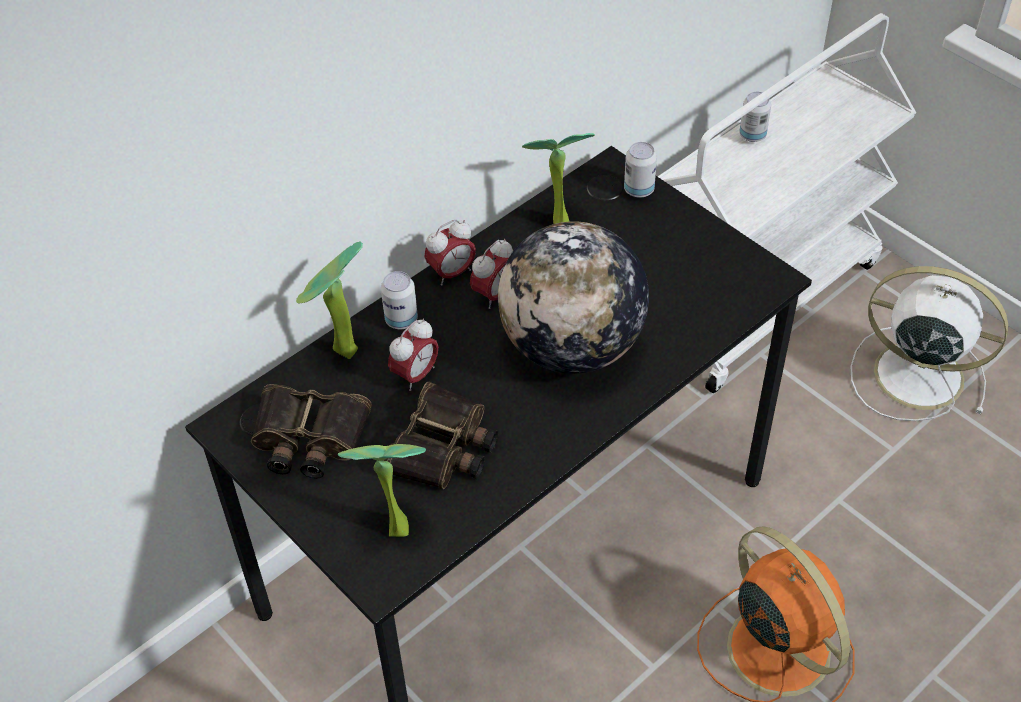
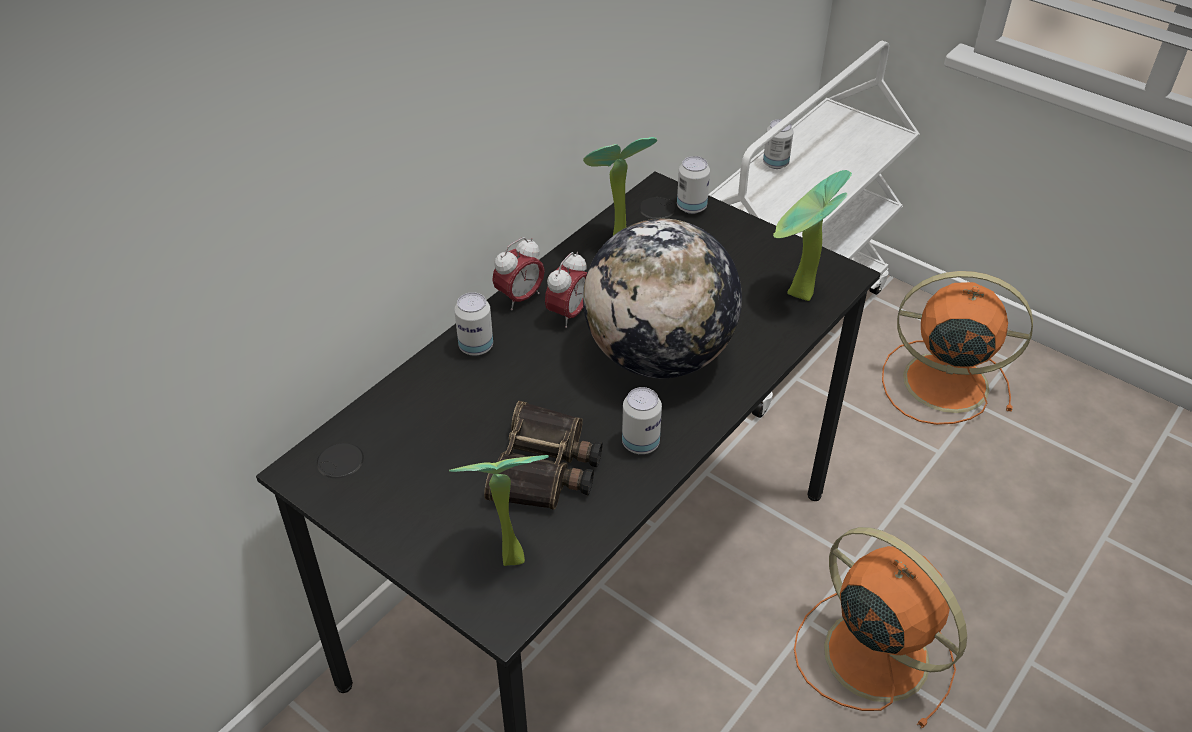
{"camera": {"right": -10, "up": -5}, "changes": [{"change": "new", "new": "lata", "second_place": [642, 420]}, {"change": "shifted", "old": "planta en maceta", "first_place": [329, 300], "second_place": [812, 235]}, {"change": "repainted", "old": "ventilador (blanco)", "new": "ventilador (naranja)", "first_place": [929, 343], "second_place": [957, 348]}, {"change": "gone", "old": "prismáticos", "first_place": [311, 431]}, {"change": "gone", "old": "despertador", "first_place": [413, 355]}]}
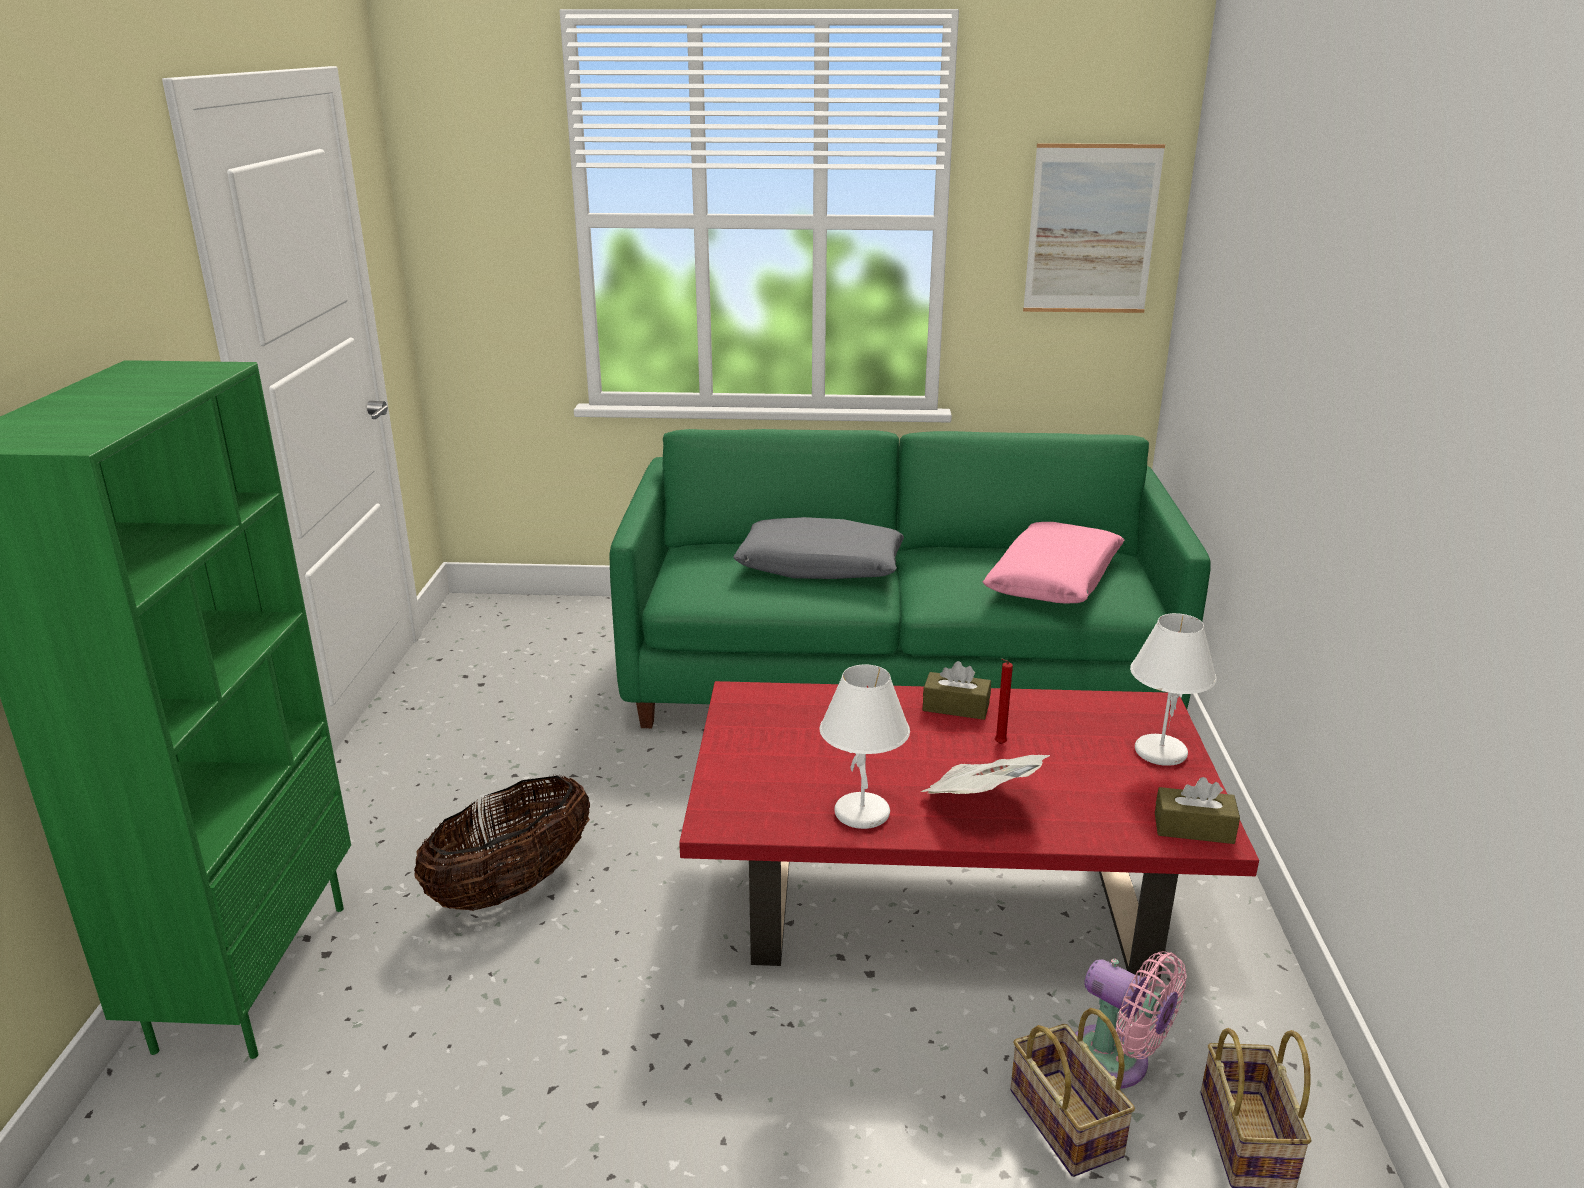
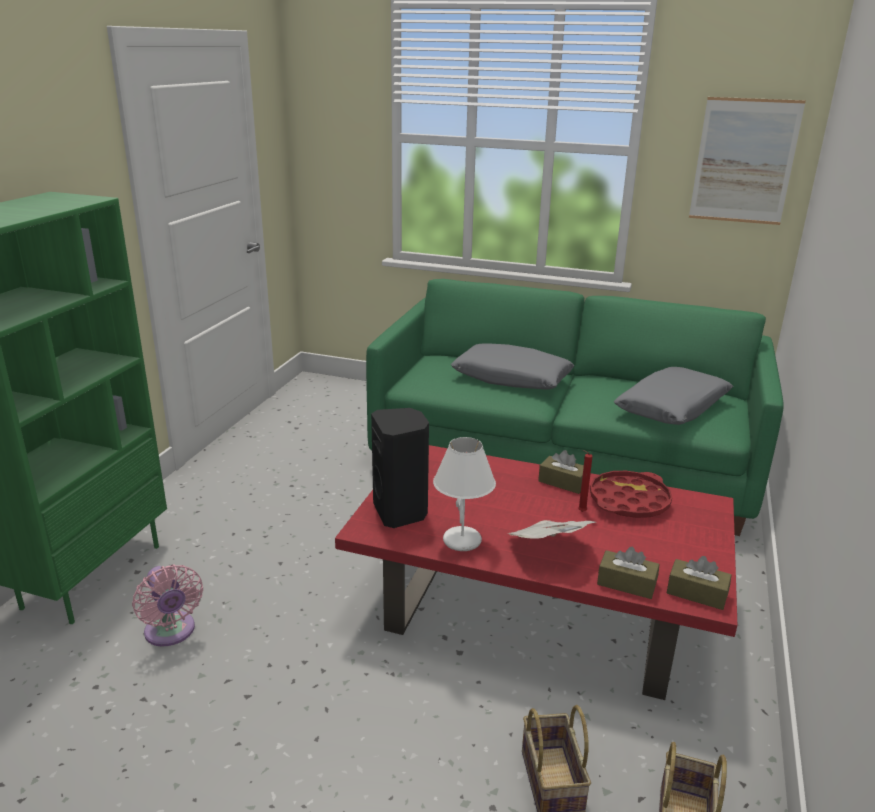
{"camera": {"right": 15, "up": 0}, "changes": [{"change": "shifted", "old": "ventilador (rosa)", "first_place": [1131, 1020], "second_place": [167, 605]}, {"change": "new", "new": "altavoz (negro)", "second_place": [400, 468]}, {"change": "new", "new": "bandeja (rojo)", "second_place": [631, 494]}, {"change": "new", "new": "caja de pañuelos (marrón)", "second_place": [628, 573]}, {"change": "repainted", "old": "cojín (rosa)", "new": "cojín (gris)", "first_place": [1053, 563], "second_place": [673, 396]}, {"change": "gone", "old": "cesta", "first_place": [502, 843]}, {"change": "gone", "old": "lámpara de mesa (blanco)", "first_place": [1173, 689]}]}
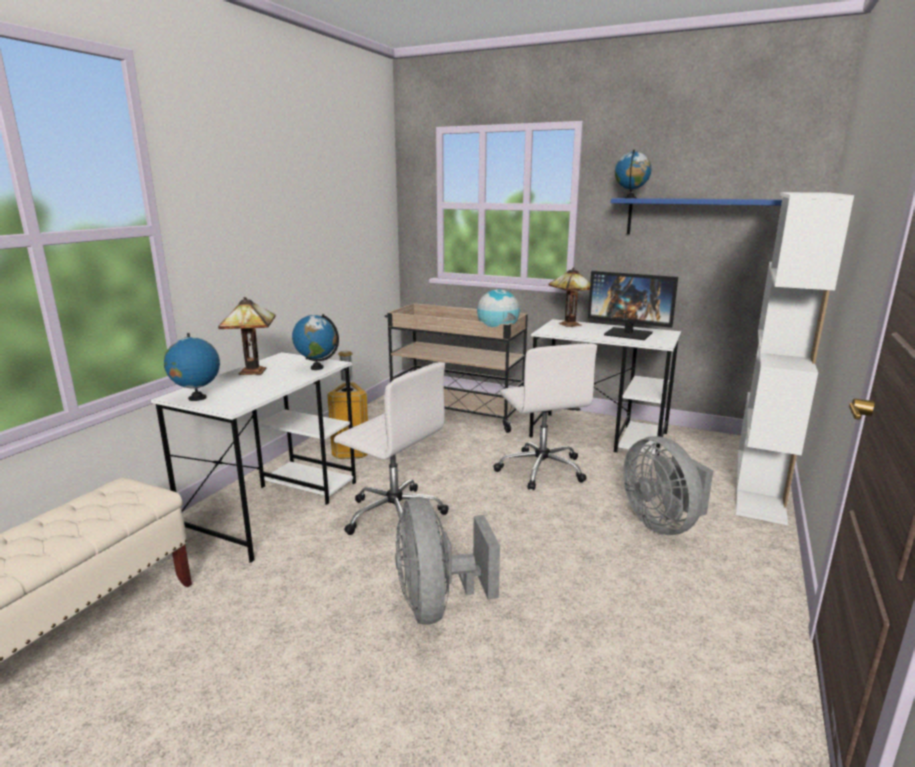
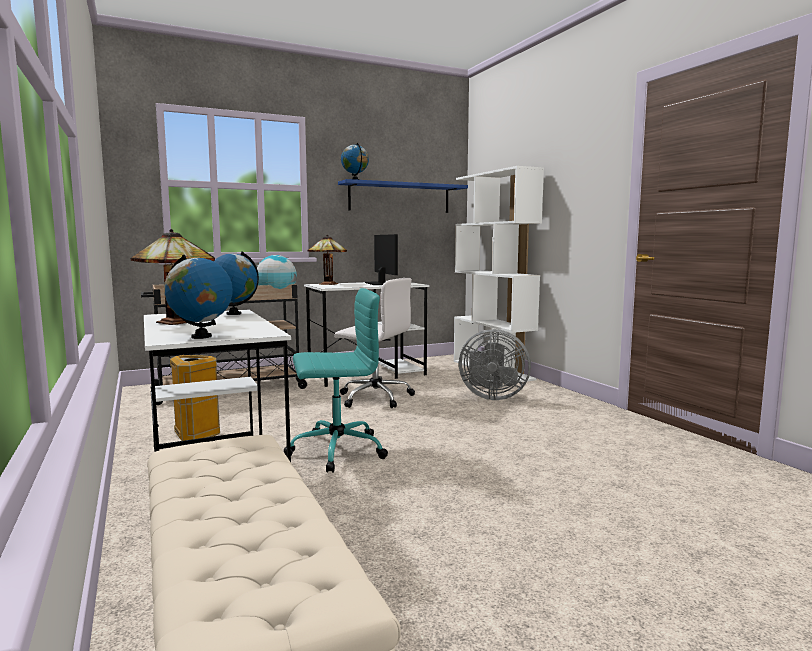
{"camera": {"right": -50, "up": -10}, "changes": [{"change": "repainted", "old": "silla de oficina (blanco)", "new": "silla de oficina (turquesa)", "first_place": [391, 449], "second_place": [336, 380]}, {"change": "rotated", "old": "monitor", "first_place": [633, 305], "second_place": [381, 259], "degrees": -90}, {"change": "gone", "old": "ventilador (gris)", "first_place": [447, 560]}]}
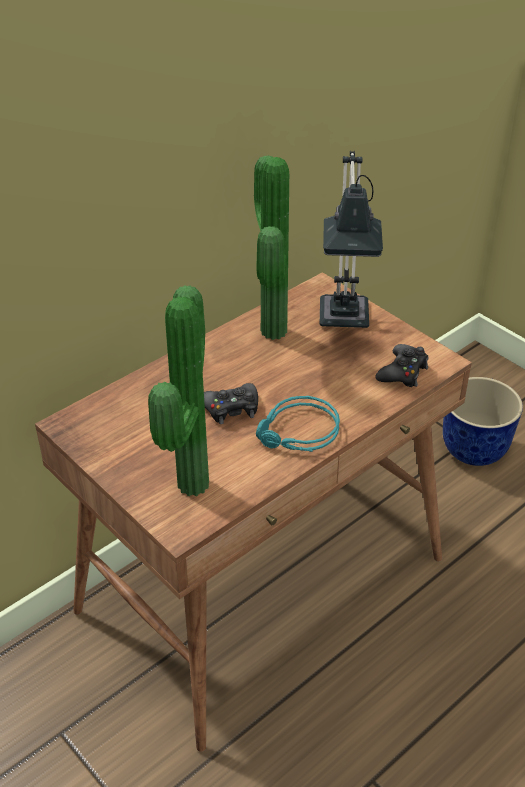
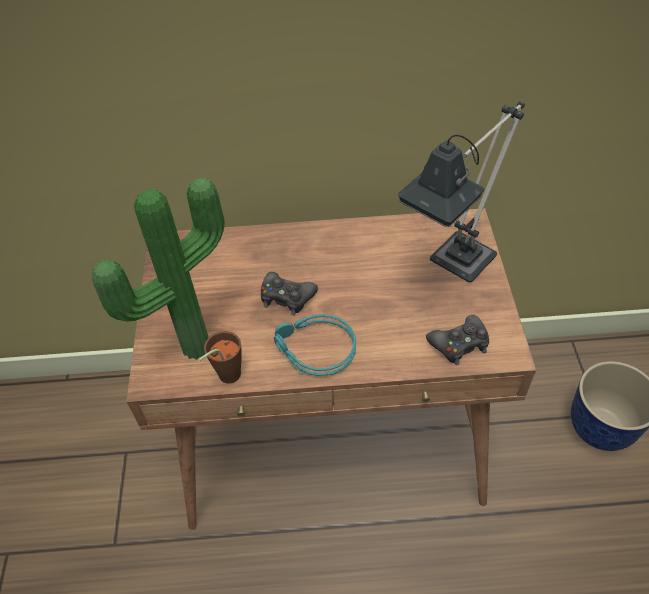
{"camera": {"right": 40, "up": 10}, "changes": [{"change": "new", "new": "taza (marrón)", "second_place": [220, 357]}, {"change": "gone", "old": "planta en maceta", "first_place": [271, 248]}]}
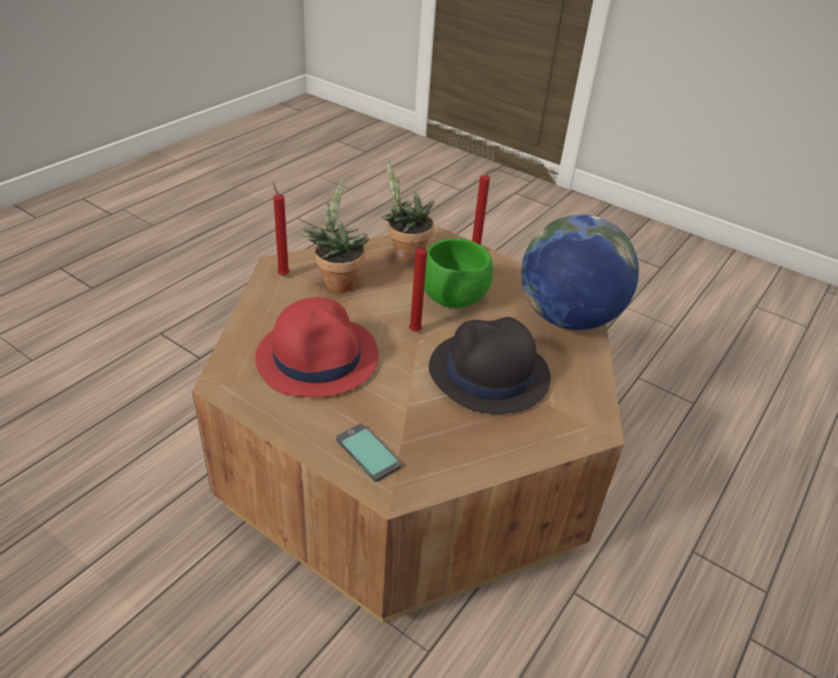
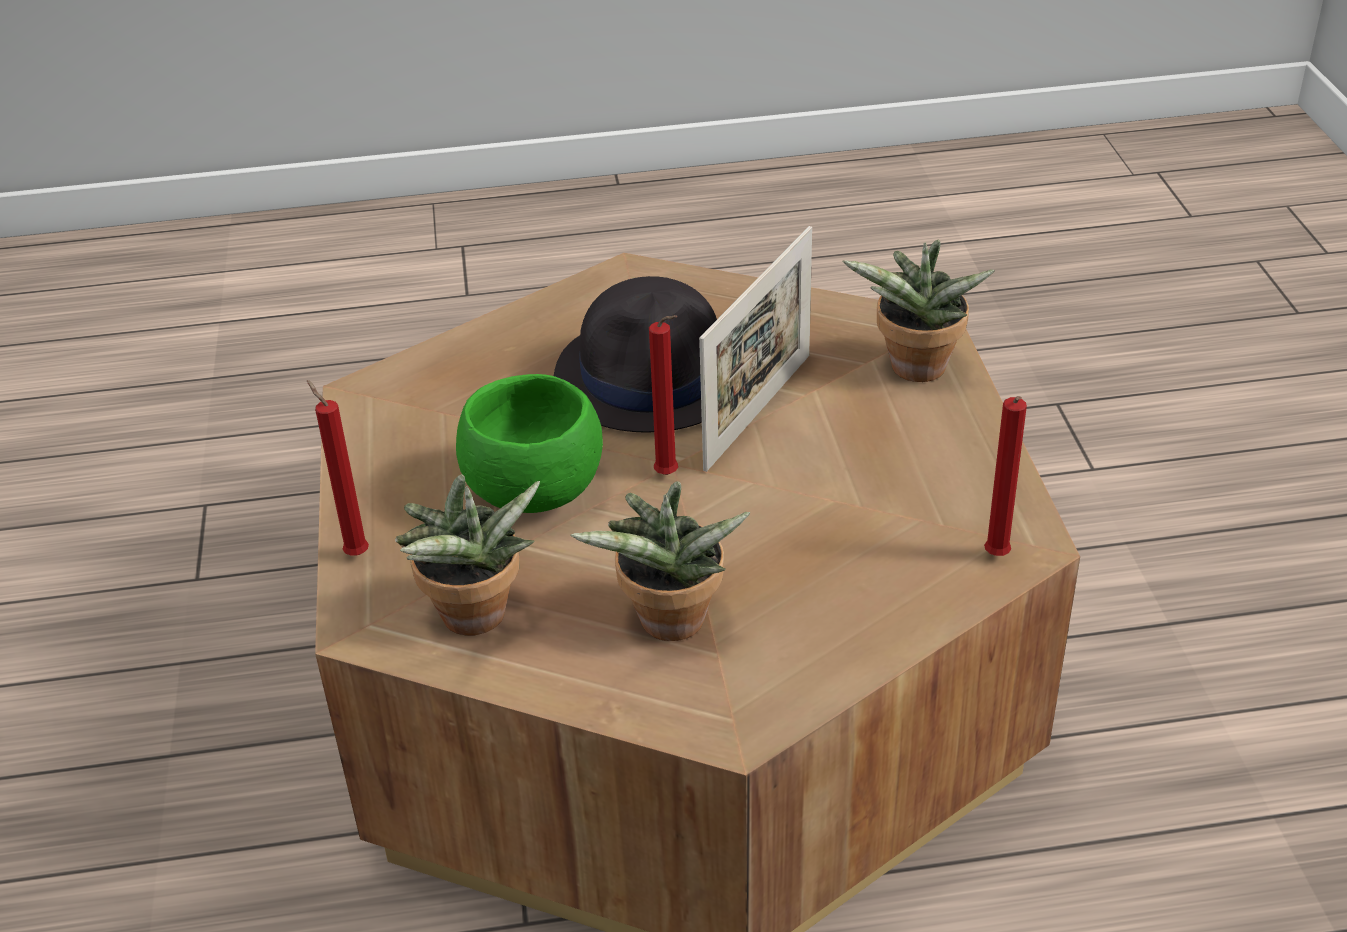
{"camera": {"right": -130, "up": 0}, "changes": [{"change": "new", "new": "portarretratos", "second_place": [755, 349]}, {"change": "swapped", "old": "móvil", "new": "planta en maceta", "first_place": [368, 453], "second_place": [918, 310]}, {"change": "shifted", "old": "vela (rojo)", "first_place": [281, 229], "second_place": [1005, 476]}, {"change": "gone", "old": "sombrero (rojo)", "first_place": [317, 347]}, {"change": "gone", "old": "globo terráqueo", "first_place": [580, 272]}]}
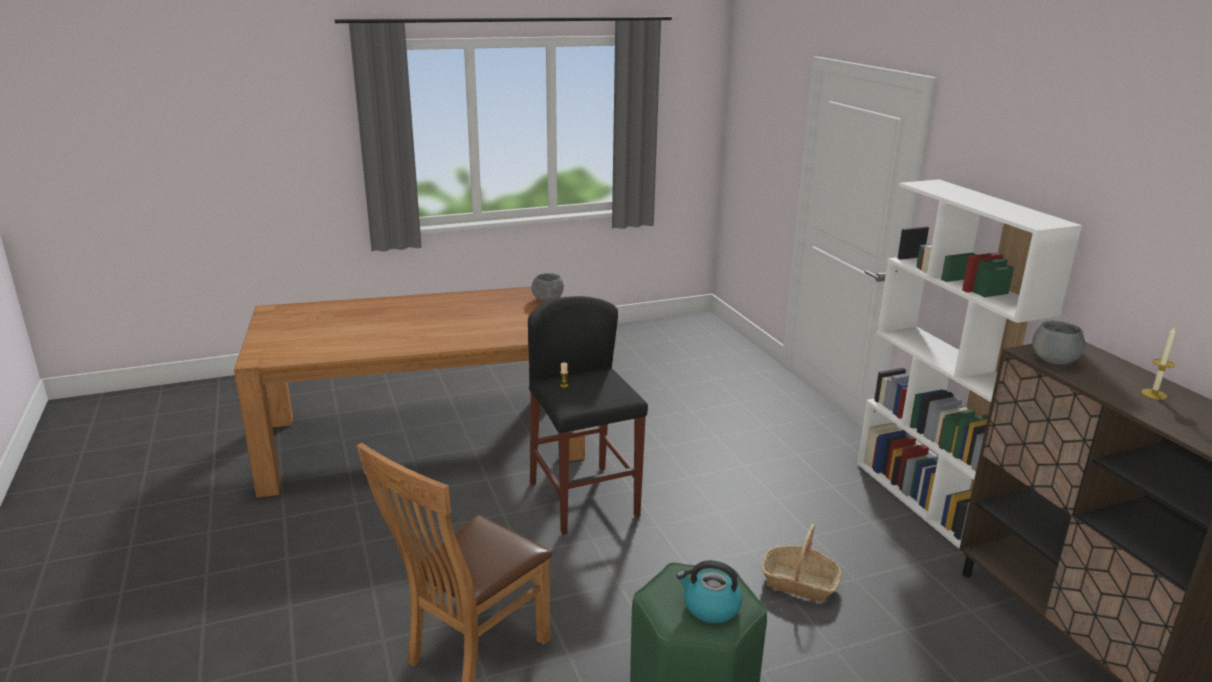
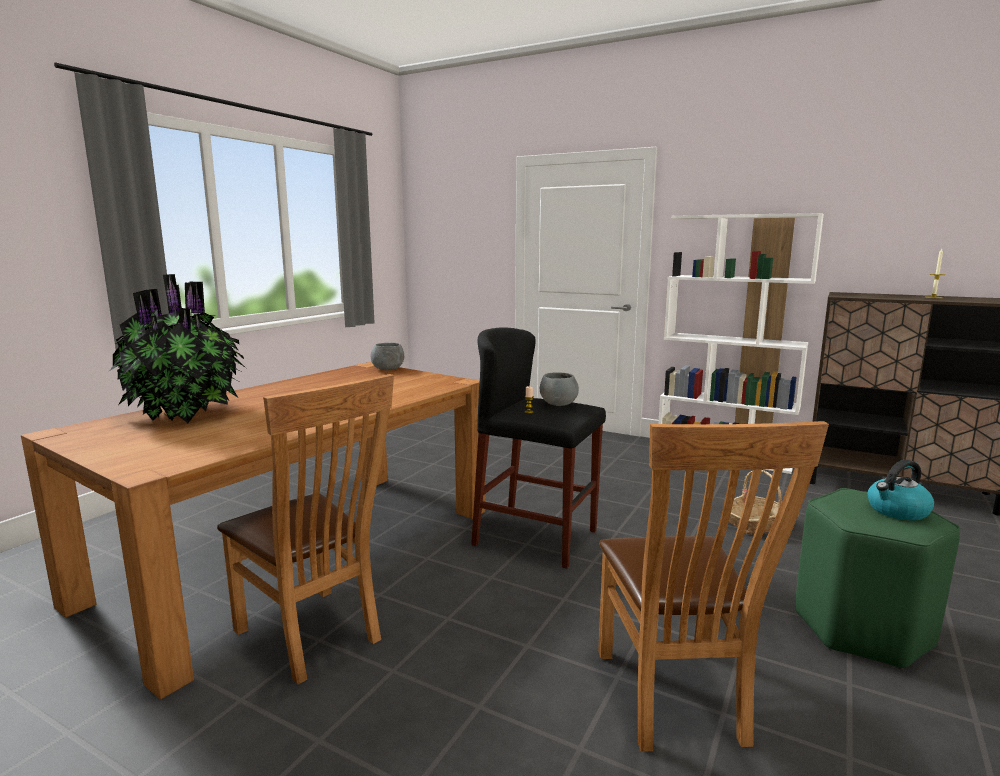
{"camera": {"right": -40, "up": -10}, "changes": [{"change": "new", "new": "planta en maceta", "second_place": [177, 348]}, {"change": "new", "new": "silla (marrón)", "second_place": [305, 529]}, {"change": "shifted", "old": "cuenco (gris)", "first_place": [1058, 343], "second_place": [559, 389]}]}
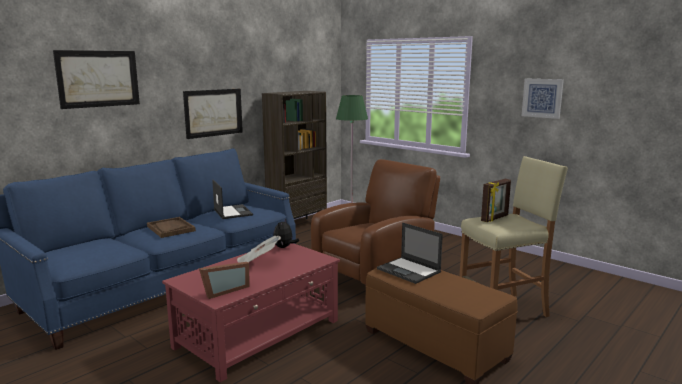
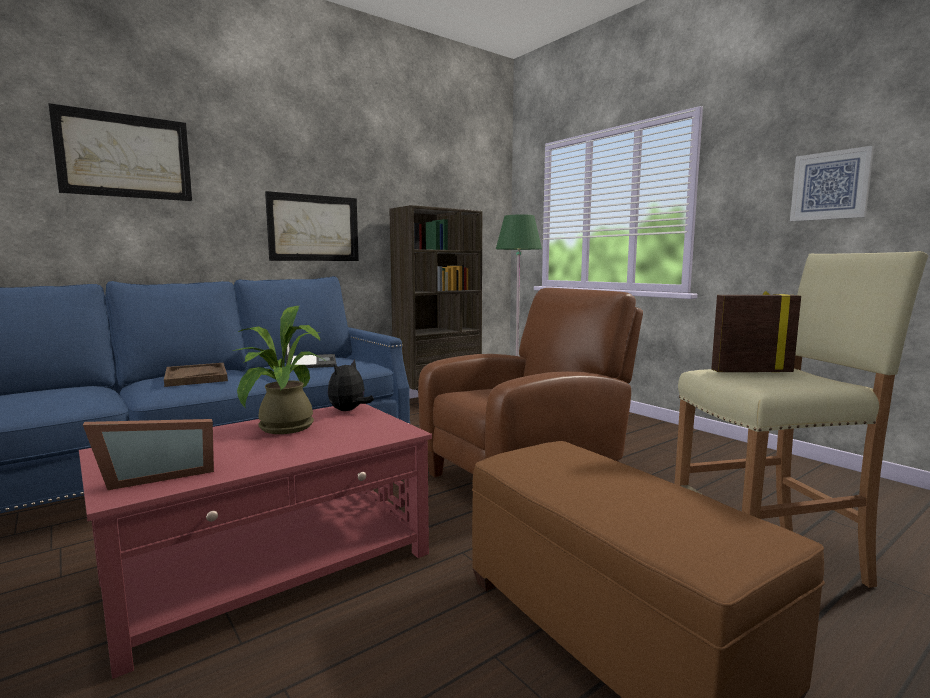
{"camera": {"right": 10, "up": -5}, "changes": [{"change": "swapped", "old": "periódico", "new": "planta en maceta", "first_place": [259, 249], "second_place": [279, 370]}, {"change": "rotated", "old": "portarretratos", "first_place": [496, 200], "second_place": [756, 331], "degrees": -150}, {"change": "gone", "old": "portátil", "first_place": [410, 253]}]}
